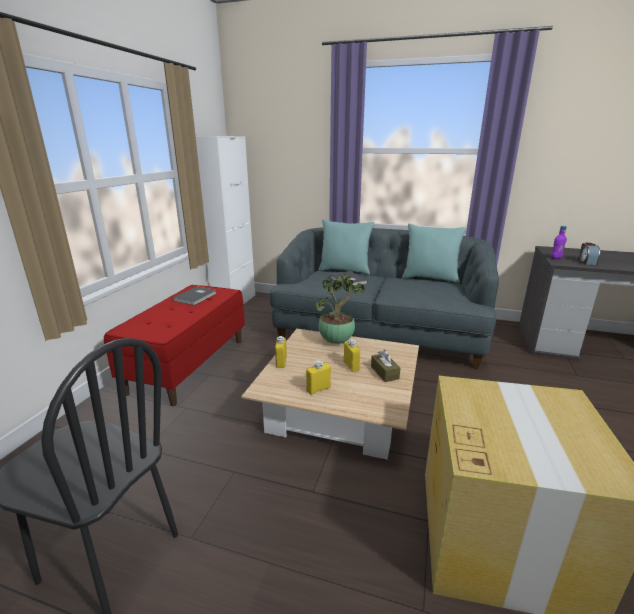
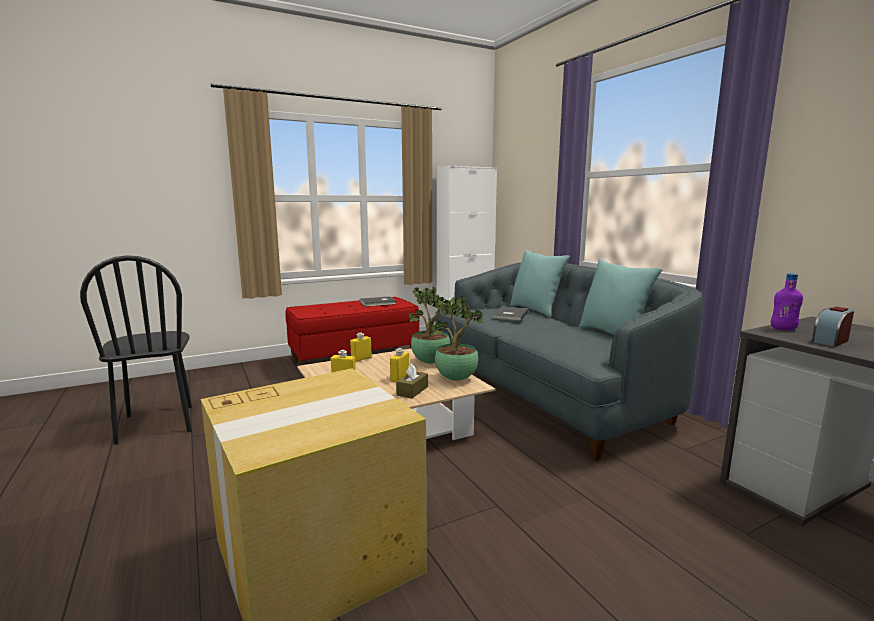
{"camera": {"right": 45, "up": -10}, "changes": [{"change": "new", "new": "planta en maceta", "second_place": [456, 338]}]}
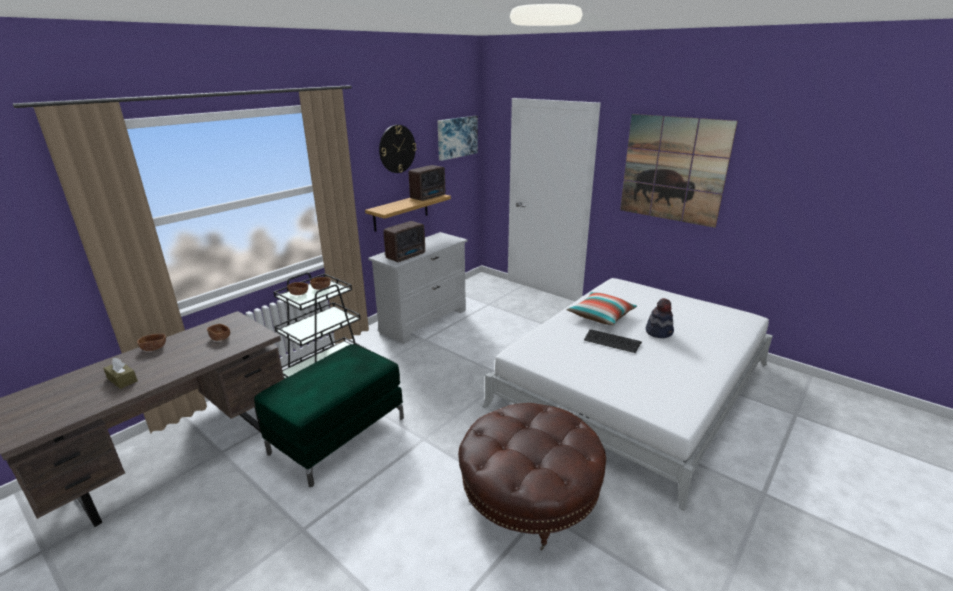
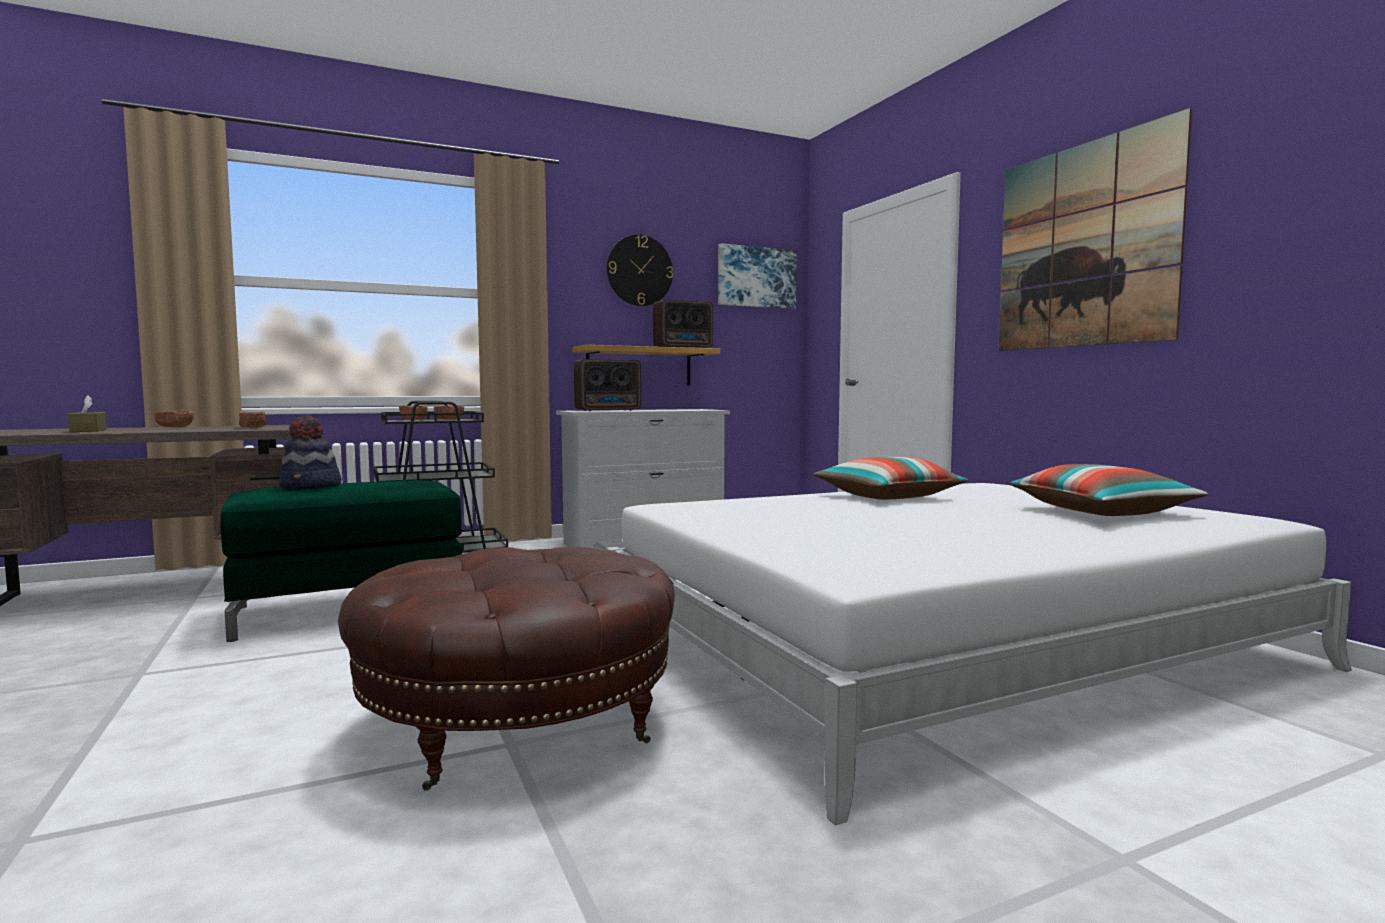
{"camera": {"right": 25, "up": -20}, "changes": [{"change": "shifted", "old": "sombrero", "first_place": [660, 318], "second_place": [310, 453]}, {"change": "new", "new": "cojín", "second_place": [1108, 490]}, {"change": "gone", "old": "teclado", "first_place": [613, 341]}]}
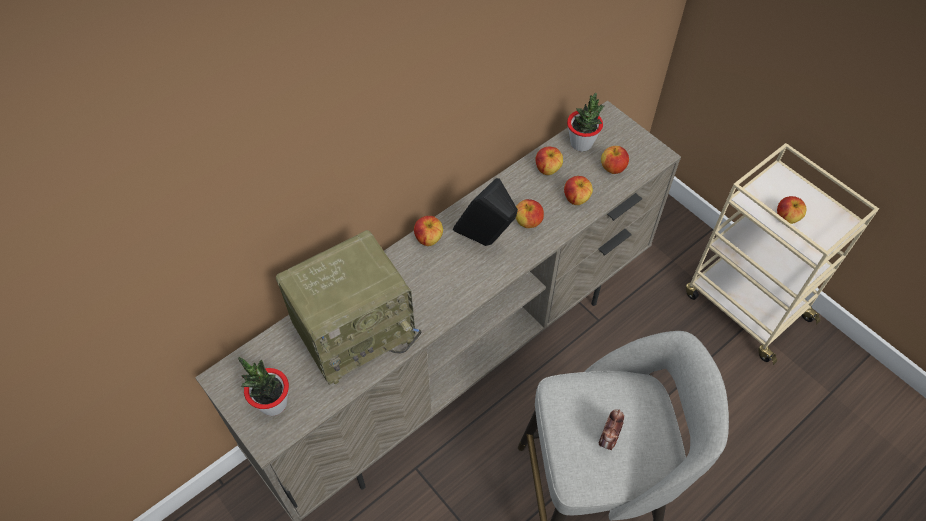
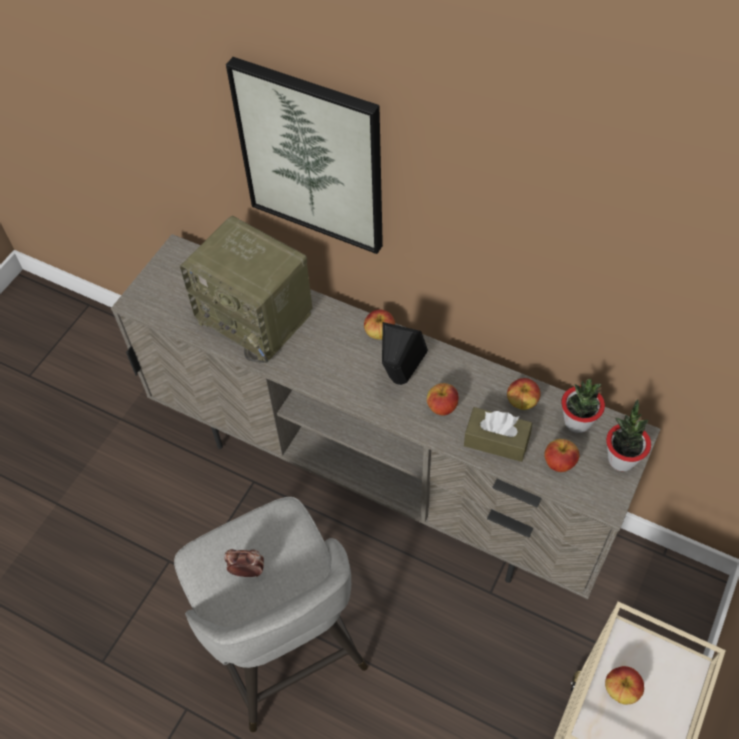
{"camera": {"right": 70, "up": 0}, "changes": [{"change": "new", "new": "cuadro", "second_place": [304, 155]}, {"change": "swapped", "old": "manzana", "new": "caja de pañuelos (marrón)", "first_place": [578, 190], "second_place": [498, 434]}, {"change": "shifted", "old": "planta en maceta", "first_place": [263, 386], "second_place": [628, 435]}]}
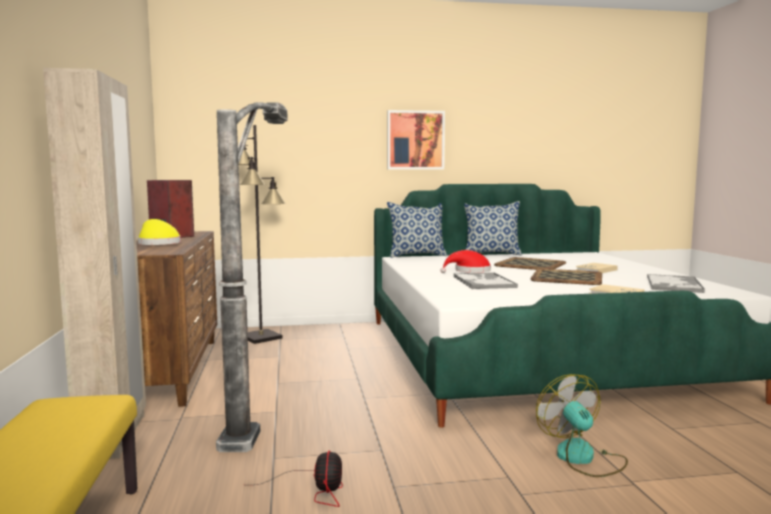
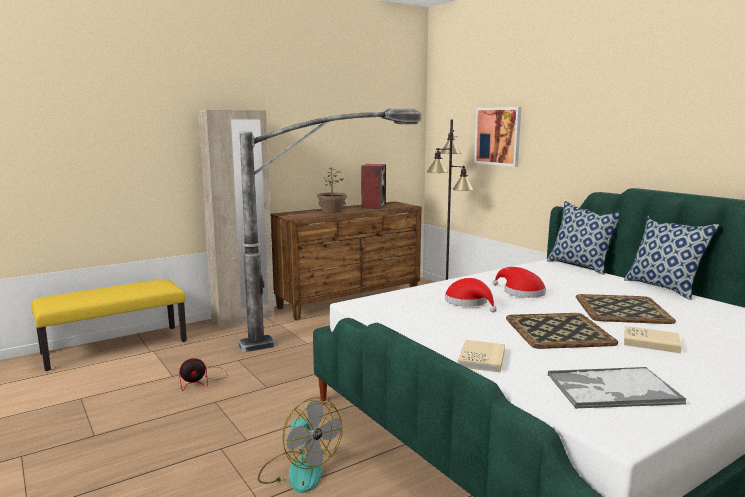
{"camera": {"right": 65, "up": 5}, "changes": [{"change": "rotated", "old": "ventilador", "first_place": [582, 425], "second_place": [300, 445], "degrees": 90}, {"change": "swapped", "old": "sombrero (amarillo)", "new": "planta en maceta", "first_place": [159, 232], "second_place": [332, 190]}, {"change": "swapped", "old": "bandeja", "new": "sombrero (rojo)", "first_place": [486, 280], "second_place": [471, 295]}, {"change": "shifted", "old": "cuadro", "first_place": [416, 140], "second_place": [497, 137]}]}
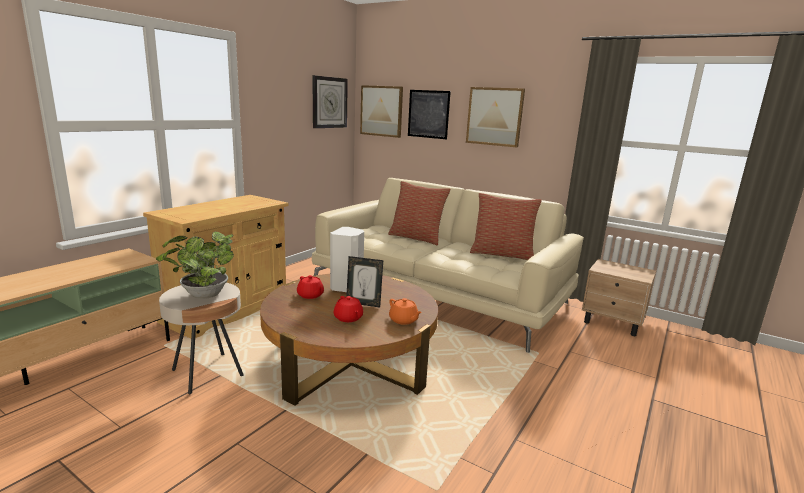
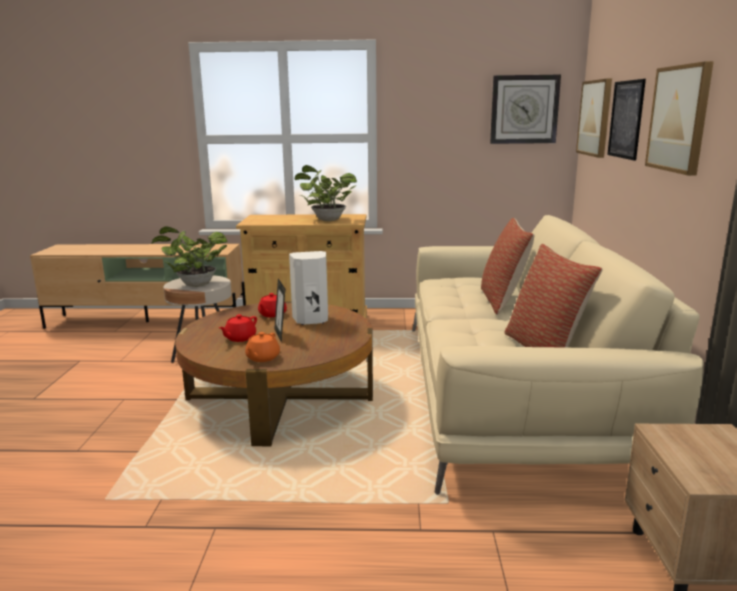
{"camera": {"right": 60, "up": 0}, "changes": [{"change": "new", "new": "planta en maceta", "second_place": [326, 193]}]}
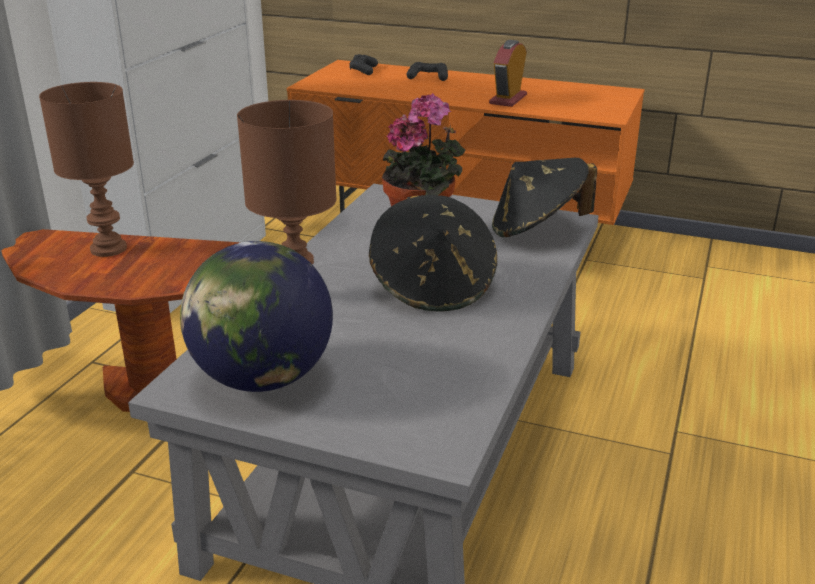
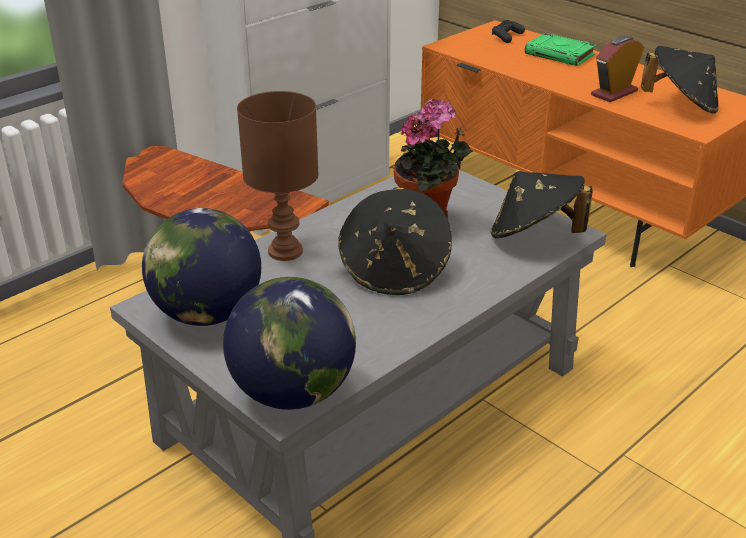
{"camera": {"right": 25, "up": 5}, "changes": [{"change": "new", "new": "globo terráqueo", "second_place": [289, 343]}, {"change": "swapped", "old": "mando de consola (negro)", "new": "libro (verde)", "first_place": [427, 71], "second_place": [560, 49]}, {"change": "new", "new": "sombrero (negro)", "second_place": [680, 80]}, {"change": "gone", "old": "lámpara de mesa (marrón)", "first_place": [86, 169]}]}
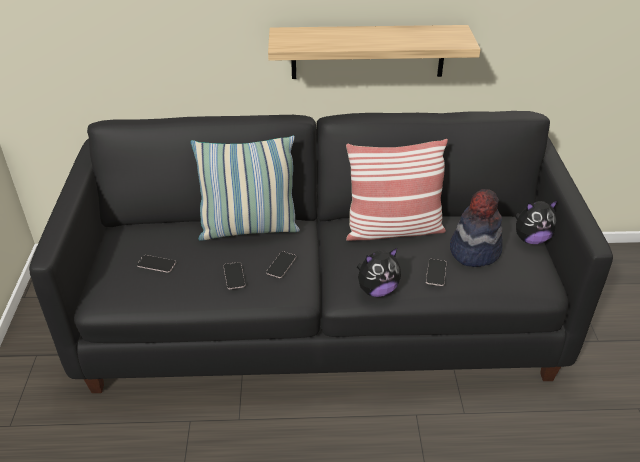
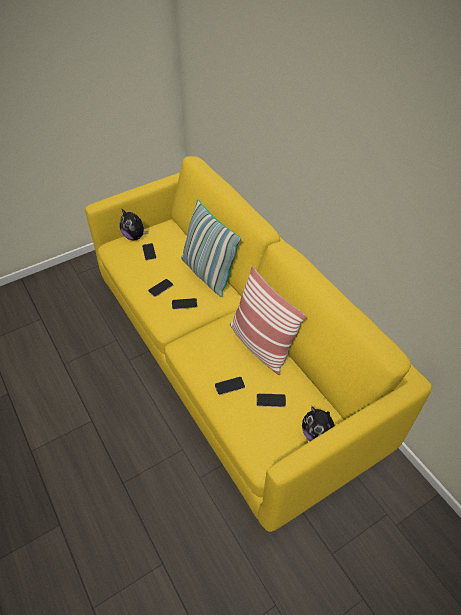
{"camera": {"right": 60, "up": 10}, "changes": [{"change": "repainted", "old": "sofá (negro)", "new": "sofá (amarillo)", "first_place": [321, 252], "second_place": [258, 344]}, {"change": "shifted", "old": "peluche", "first_place": [379, 272], "second_place": [134, 224]}, {"change": "swapped", "old": "sombrero", "new": "móvil", "first_place": [476, 228], "second_place": [271, 400]}, {"change": "gone", "old": "estante", "first_place": [374, 52]}]}
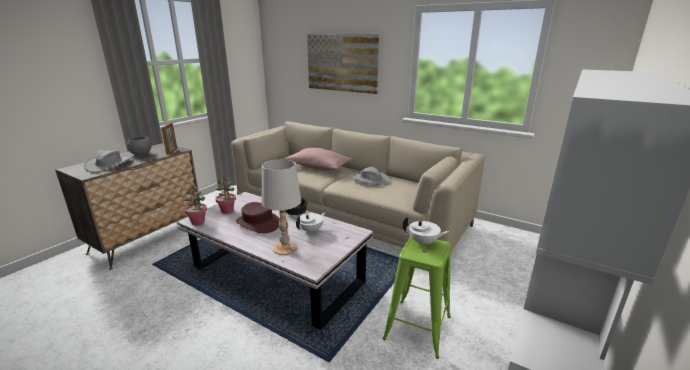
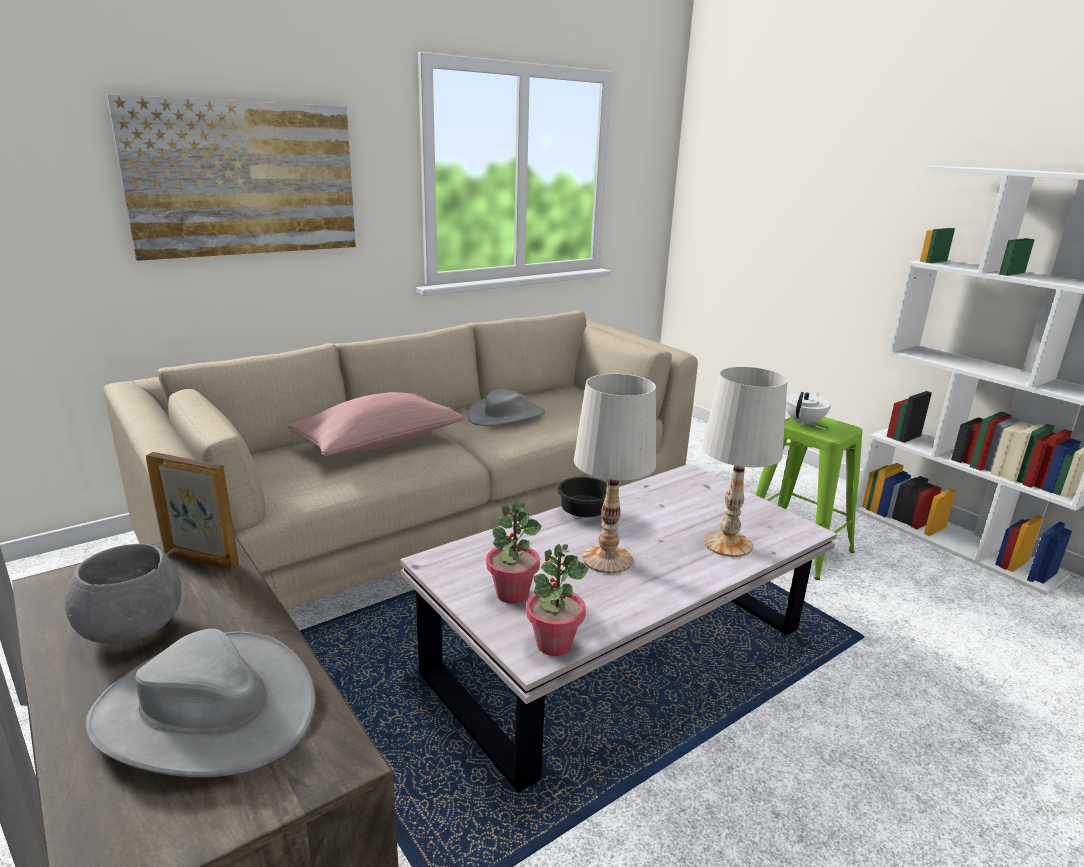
{"camera": {"right": -70, "up": 0}, "changes": [{"change": "swapped", "old": "sombrero (marrón)", "new": "lámpara de mesa (blanco)", "first_place": [258, 217], "second_place": [615, 474]}, {"change": "gone", "old": "tetera (blanco)", "first_place": [310, 222]}]}
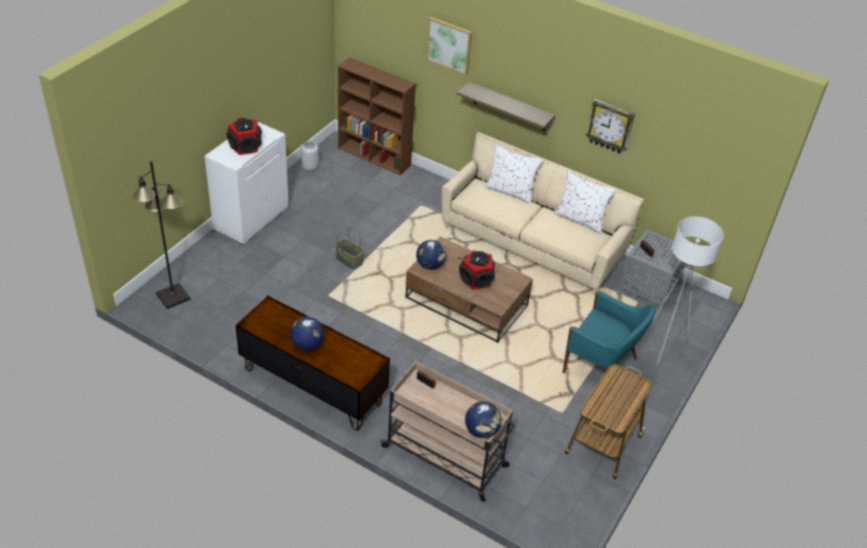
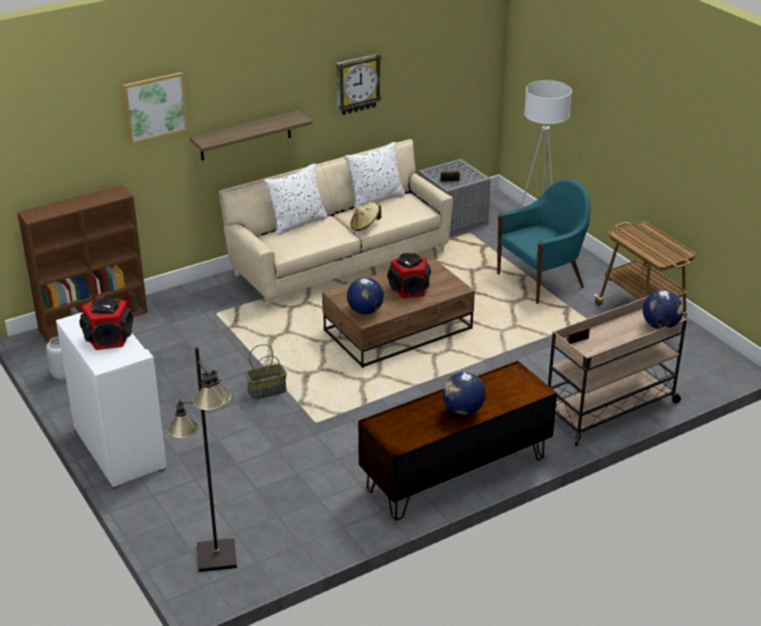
{"camera": {"right": -60, "up": -10}, "changes": [{"change": "new", "new": "sombrero (beis)", "second_place": [366, 216]}]}
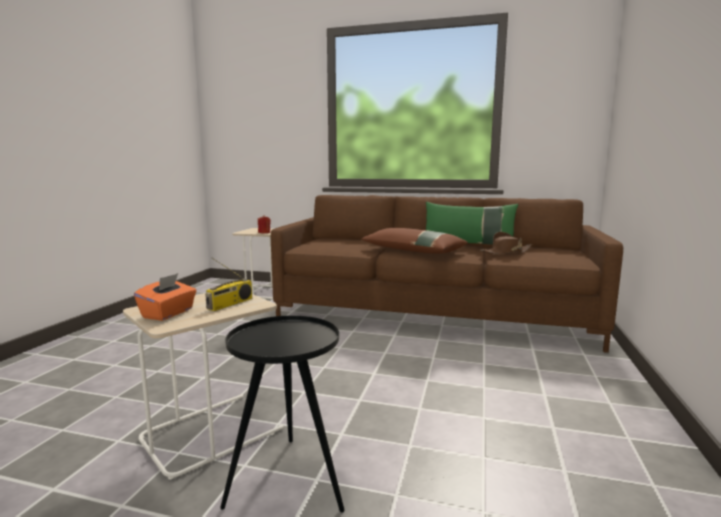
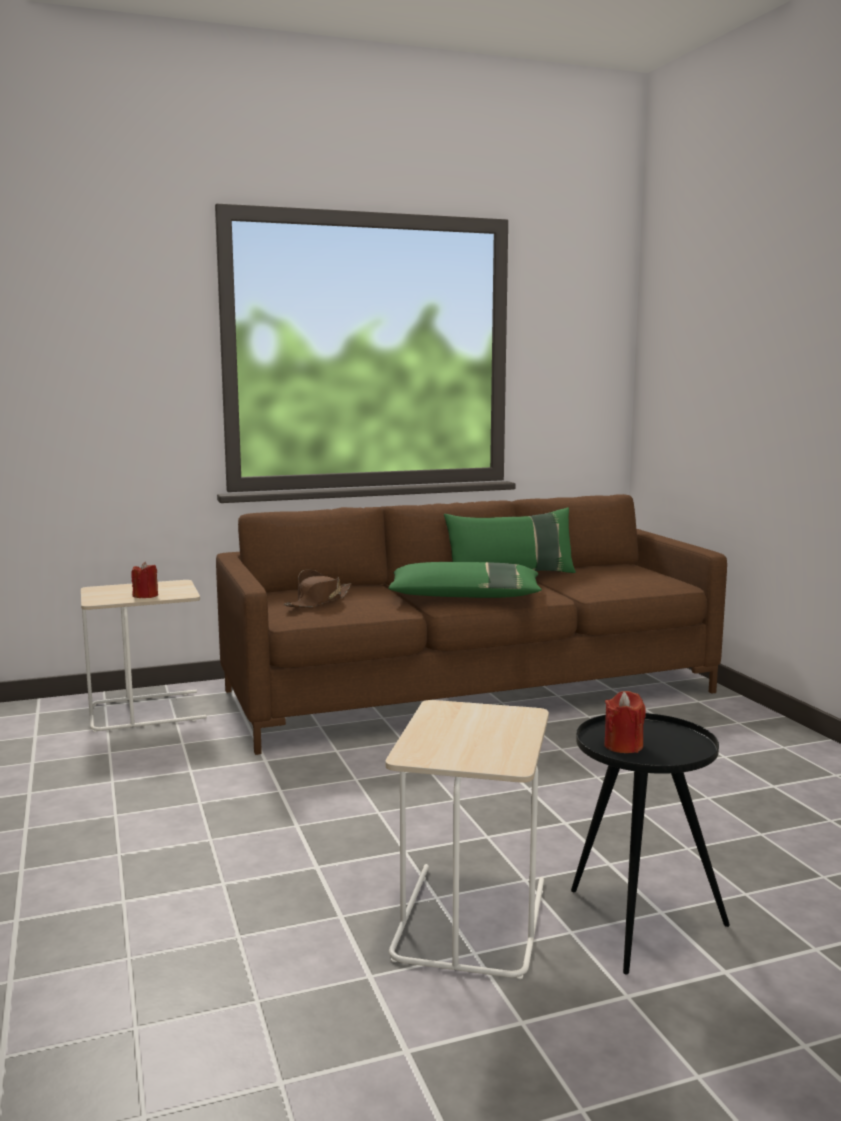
{"camera": {"right": -35, "up": 0}, "changes": [{"change": "shifted", "old": "sombrero (marrón)", "first_place": [506, 243], "second_place": [317, 589]}, {"change": "repainted", "old": "cojín (marrón)", "new": "cojín (verde)", "first_place": [415, 241], "second_place": [465, 580]}, {"change": "new", "new": "vela (rojo)", "second_place": [625, 722]}, {"change": "gone", "old": "caja de pañuelos (naranja)", "first_place": [165, 297]}, {"change": "gone", "old": "radio", "first_place": [228, 284]}]}
